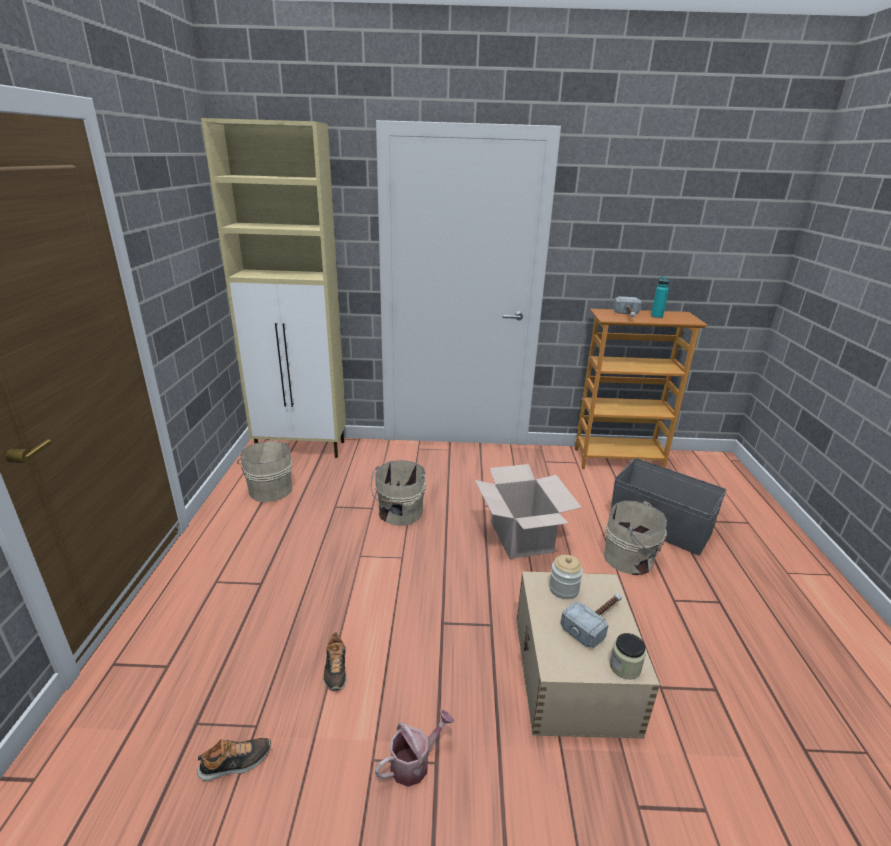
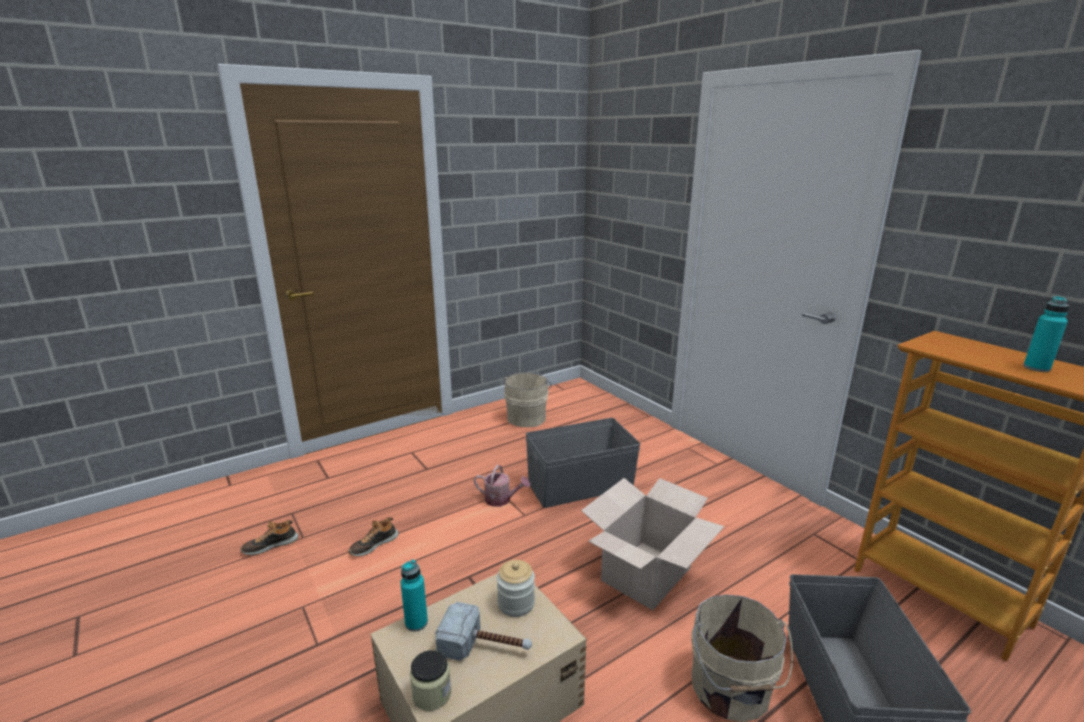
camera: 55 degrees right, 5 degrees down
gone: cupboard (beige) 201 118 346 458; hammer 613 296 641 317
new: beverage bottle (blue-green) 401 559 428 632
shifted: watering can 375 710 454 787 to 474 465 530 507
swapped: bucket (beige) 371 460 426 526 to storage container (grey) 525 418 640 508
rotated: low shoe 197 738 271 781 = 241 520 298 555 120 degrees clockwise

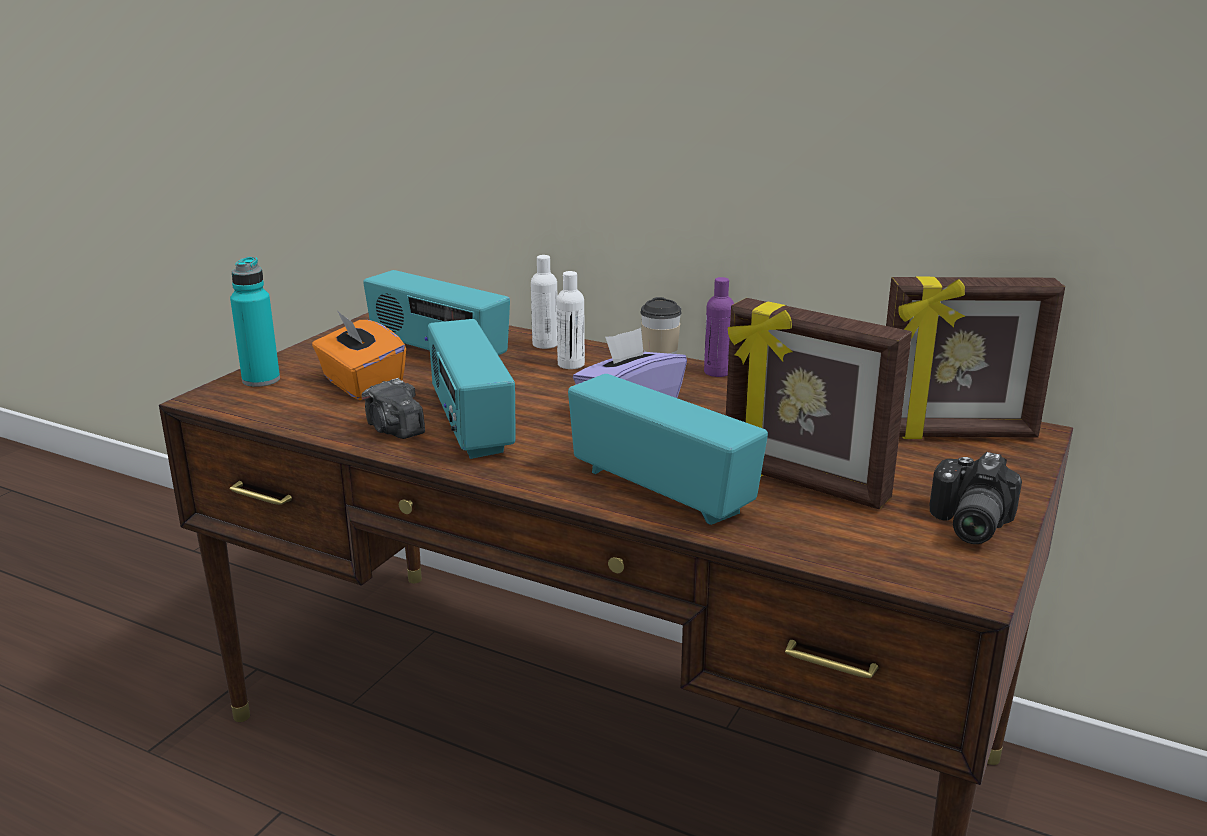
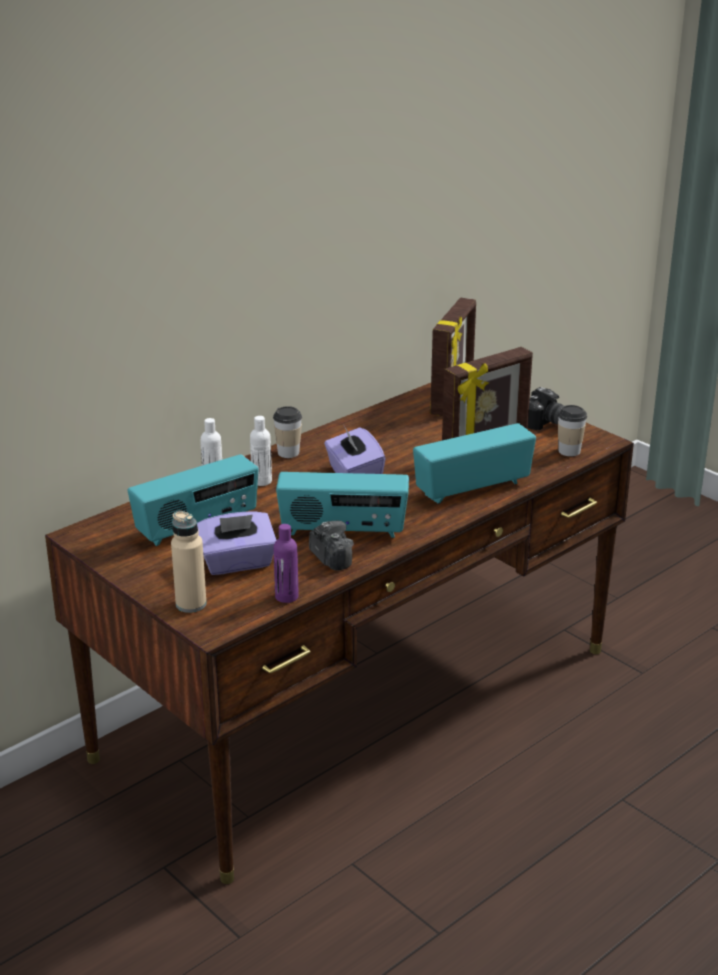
camera: 70 degrees left, 5 degrees up
new: drinking cup 558 405 587 457
shifted: beverage bottle (purplish) 704 277 734 377 to 274 524 299 603
repainted: beverage bottle (blue-green) 230 257 280 387 to beverage bottle (beige) 171 511 207 613; tissue holder (orange-coloured) 312 310 406 400 to tissue holder (purplish) 197 511 276 575
rotated: photo camera 362 378 425 439 = 309 521 354 571 105 degrees counterclockwise

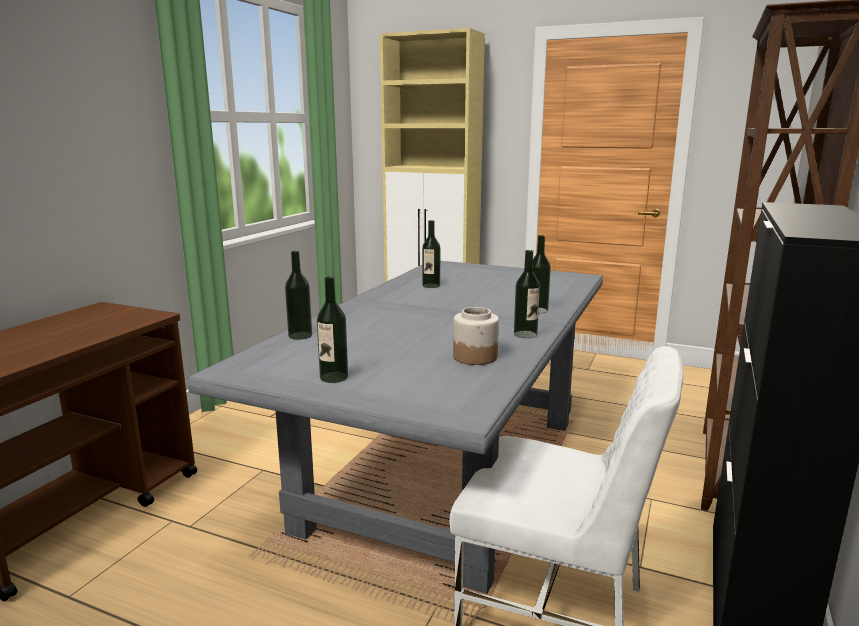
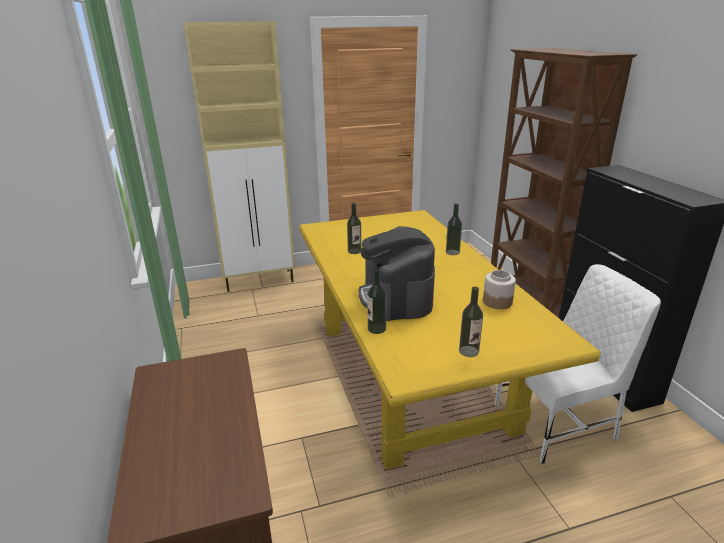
camera: 40 degrees left, 10 degrees up
gone: beverage bottle 514 250 540 338
new: coffee machine 358 226 435 321
repainted: dining table (grey) 187 261 603 594 to dining table (yellow) 299 210 601 469

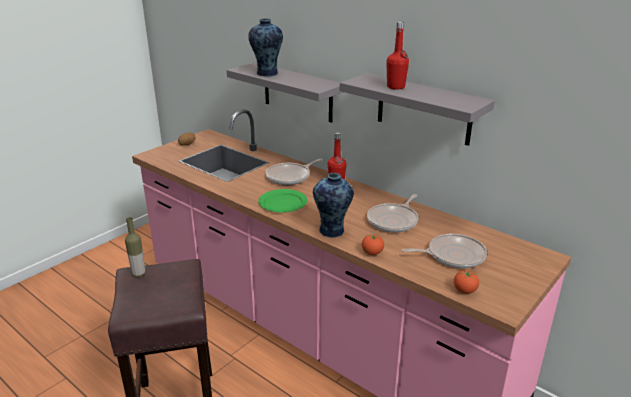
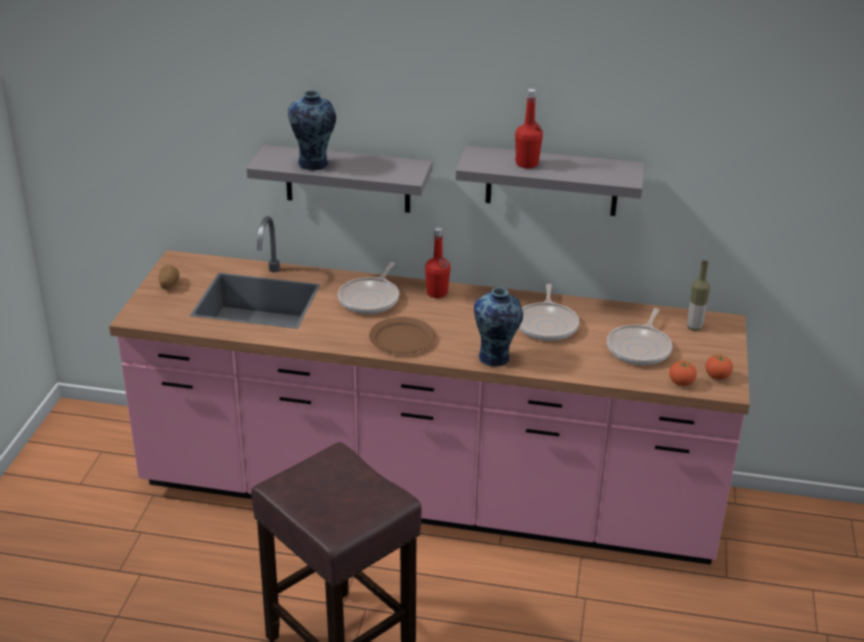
camera: 30 degrees left, 5 degrees up
shifted: beverage bottle 125 217 146 277 to 687 261 710 331; whole tomato 362 234 384 255 to 705 355 733 380
repainted: flat dish (greenish) 258 189 308 213 to flat dish (brownish) 369 317 435 354
rotated: frying pan 402 234 487 268 = 607 308 672 365 150 degrees clockwise

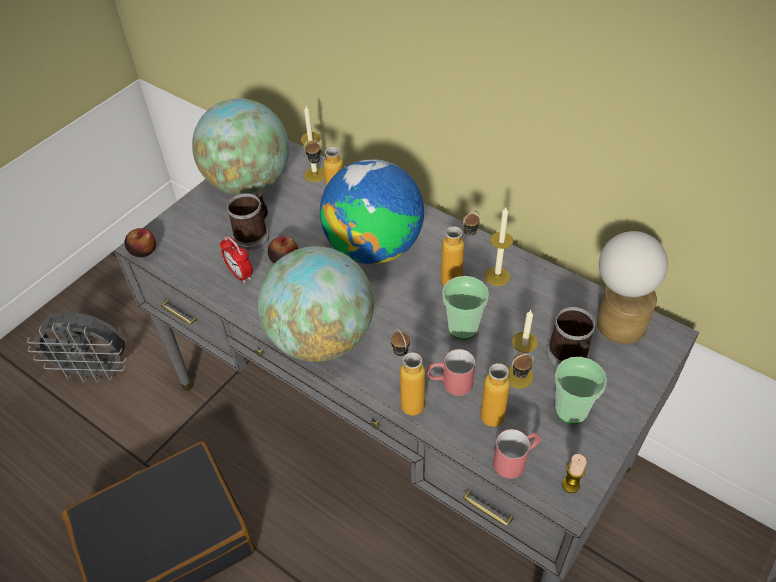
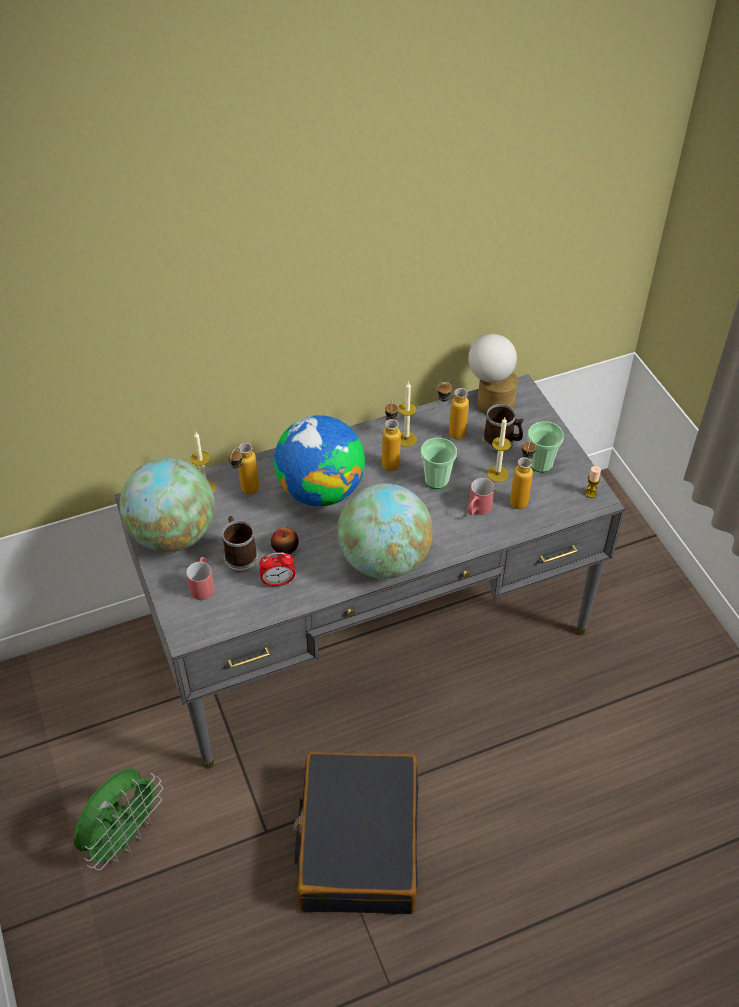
camera: 60 degrees left, 0 degrees up
gone: whole apple 125 228 156 257
shifted: beverage bottle 391 328 425 416 to 437 382 469 439; tea mug (reddish) 493 429 541 479 to 186 557 215 600
repainted: electric fan (grey) 27 312 127 383 to electric fan (greenish) 74 768 163 871

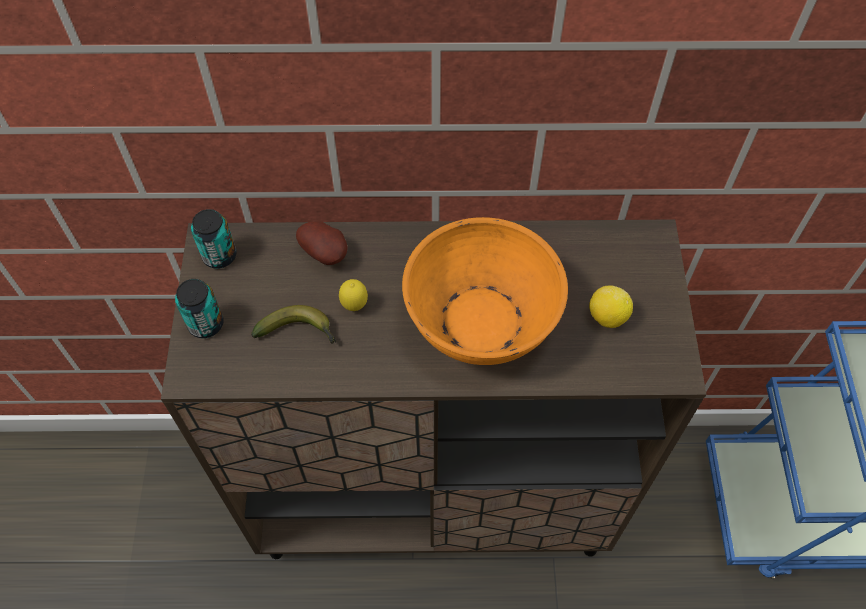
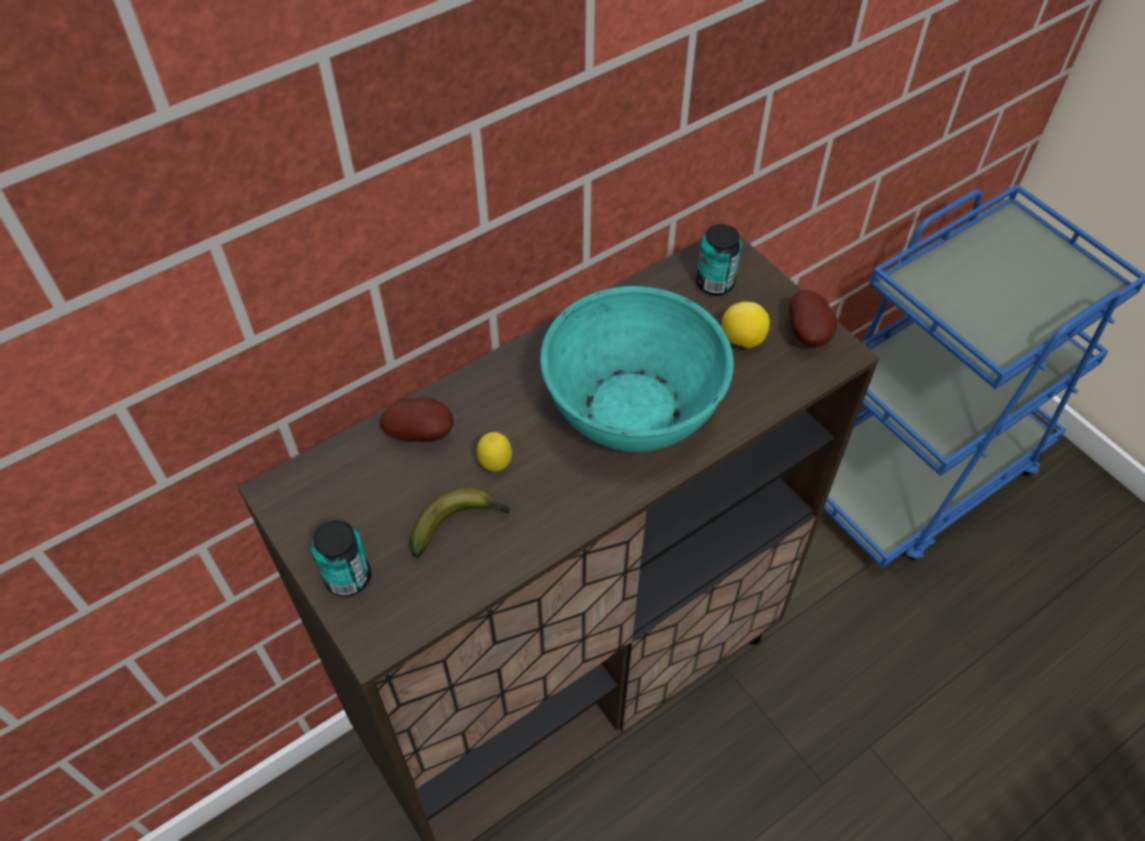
camera: 35 degrees left, 5 degrees down
new: potato 789 290 837 347
shifted: sealed can 191 209 237 269 to 696 224 742 296
repainted: serving bowl (orange-coloured) 402 217 568 365 to serving bowl (blue-green) 540 286 734 452

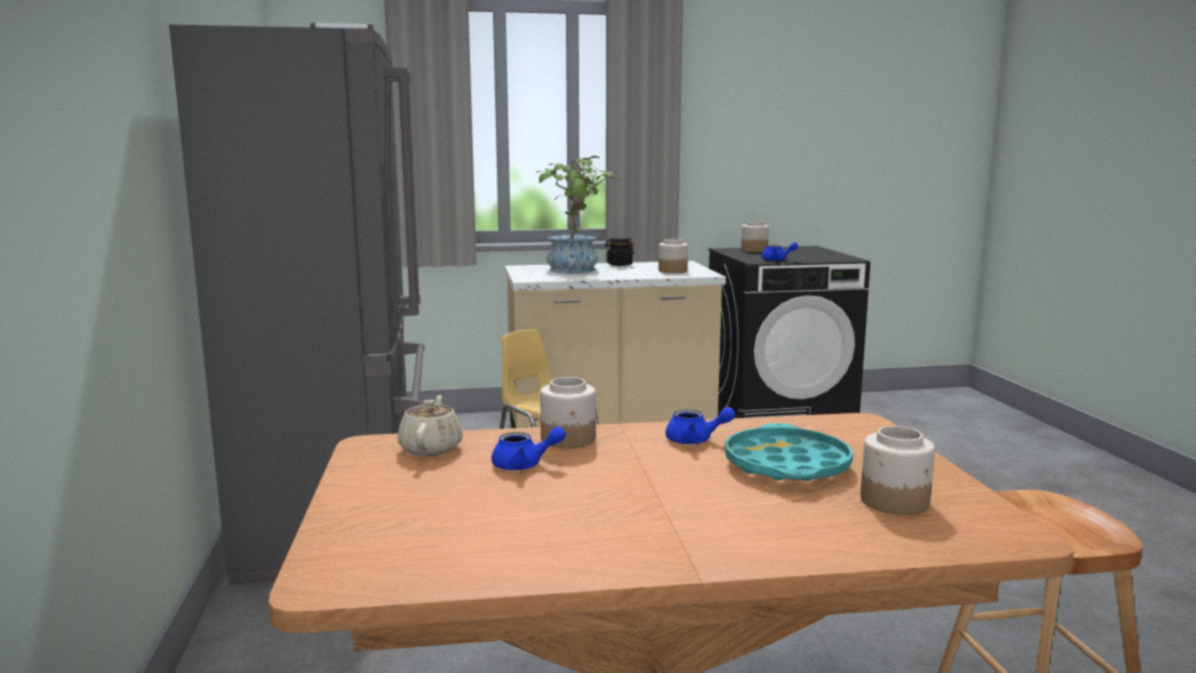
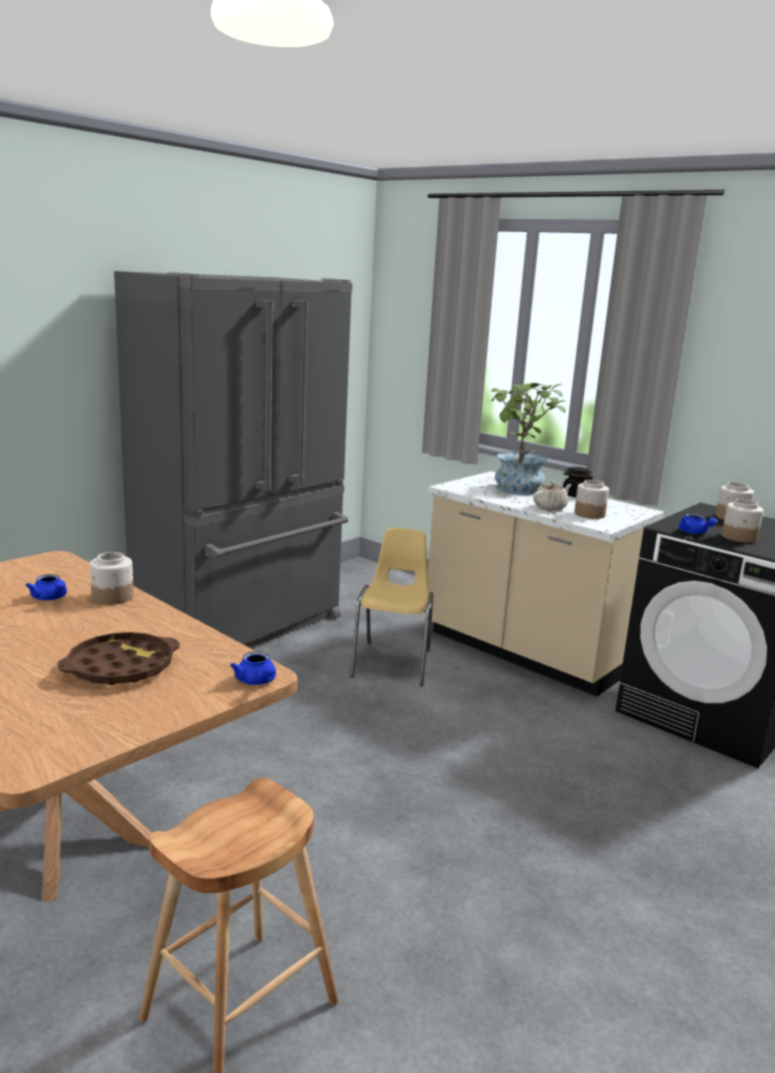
camera: 50 degrees right, 5 degrees up
shifted: pot for tea (beige) 397 395 463 456 to 533 481 572 511; pot for tea (blue) 666 407 735 444 to 230 651 276 685; preserve jar 860 426 935 515 to 722 499 764 543
repainted: tray (blue-green) 725 423 853 481 to tray (brownish) 58 632 180 685

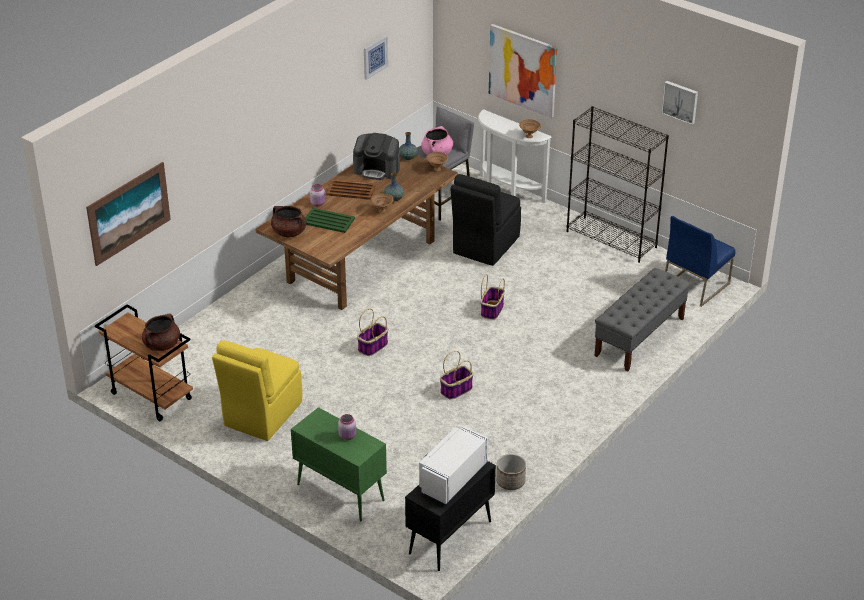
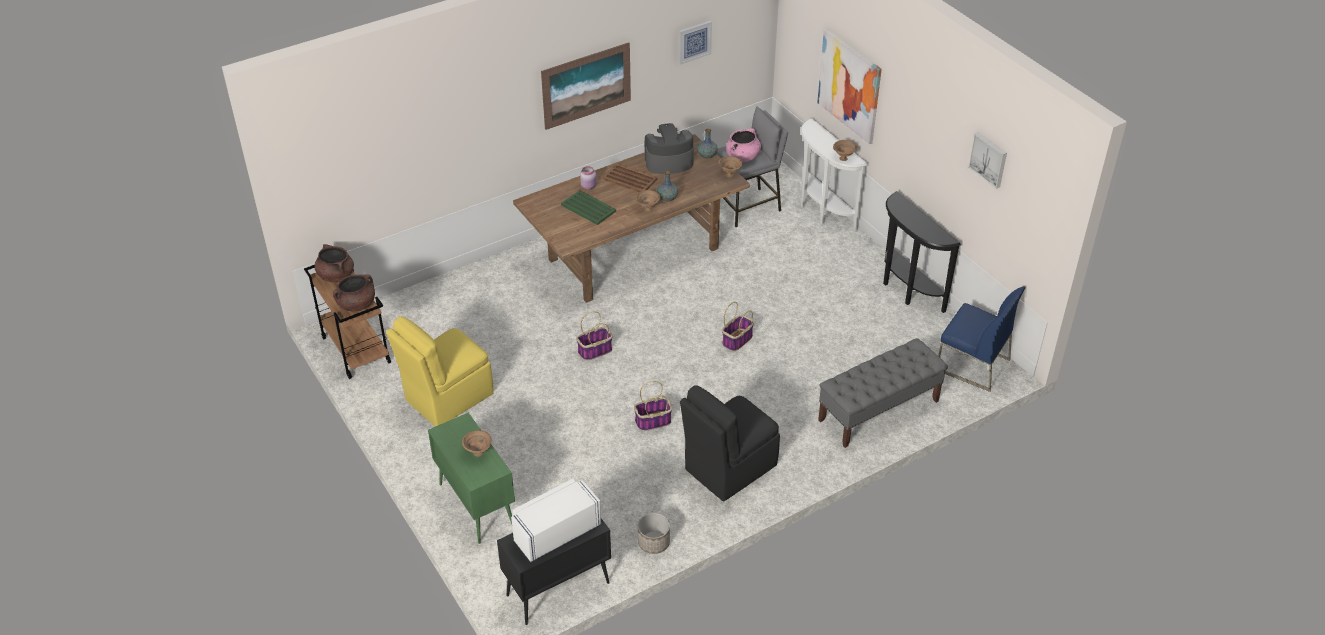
camera: 20 degrees right, 5 degrees up
shifted: picture 86 162 171 266 to 541 42 631 130; saucepot (brownish) 271 206 306 237 to 314 244 354 282; chair (black) 450 174 521 266 to 680 385 780 501
swapped: preserve jar (pink) 338 414 356 440 to serving bowl (brownish) 462 430 492 457; shelving unit (black) 567 106 669 263 to narrow table (black) 883 191 961 313
rotated: coffee machine 353 133 400 180 = 644 123 694 174 135 degrees clockwise; chair (blue) 665 216 735 307 = 938 287 1025 392 120 degrees counterclockwise

